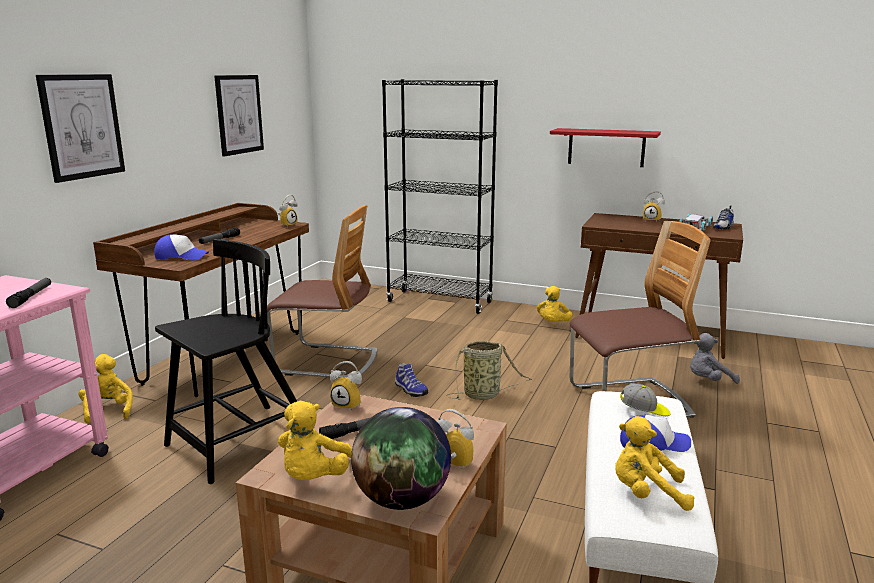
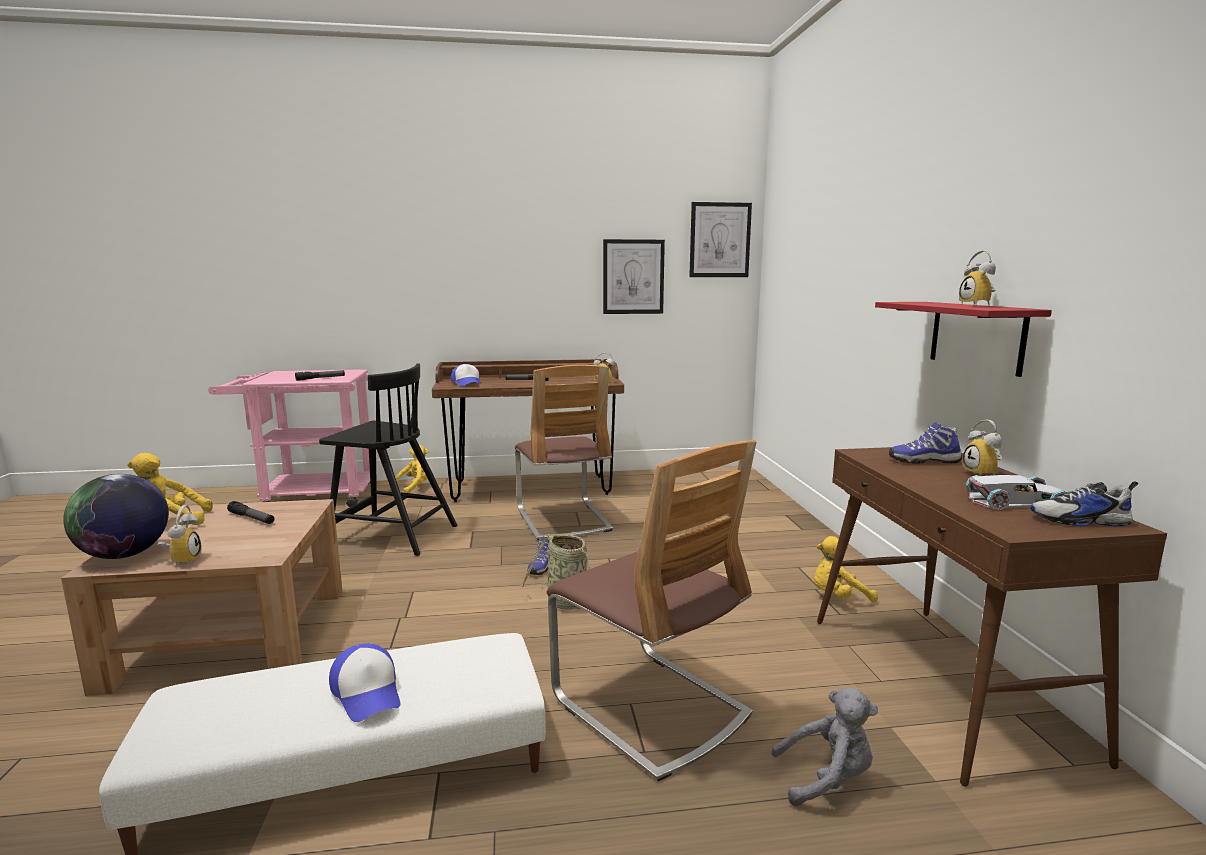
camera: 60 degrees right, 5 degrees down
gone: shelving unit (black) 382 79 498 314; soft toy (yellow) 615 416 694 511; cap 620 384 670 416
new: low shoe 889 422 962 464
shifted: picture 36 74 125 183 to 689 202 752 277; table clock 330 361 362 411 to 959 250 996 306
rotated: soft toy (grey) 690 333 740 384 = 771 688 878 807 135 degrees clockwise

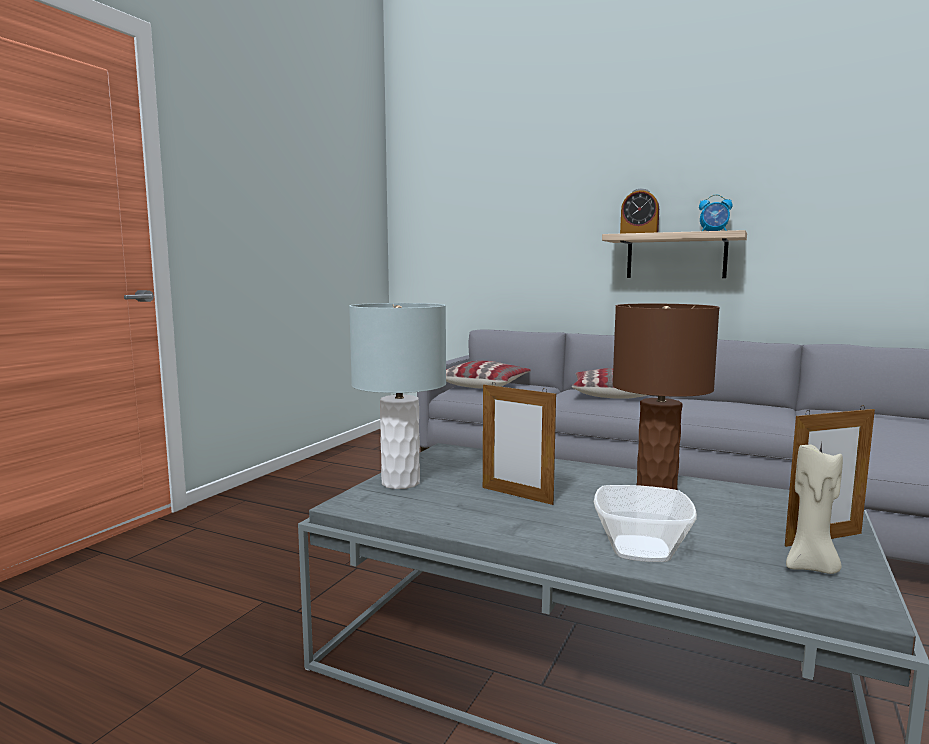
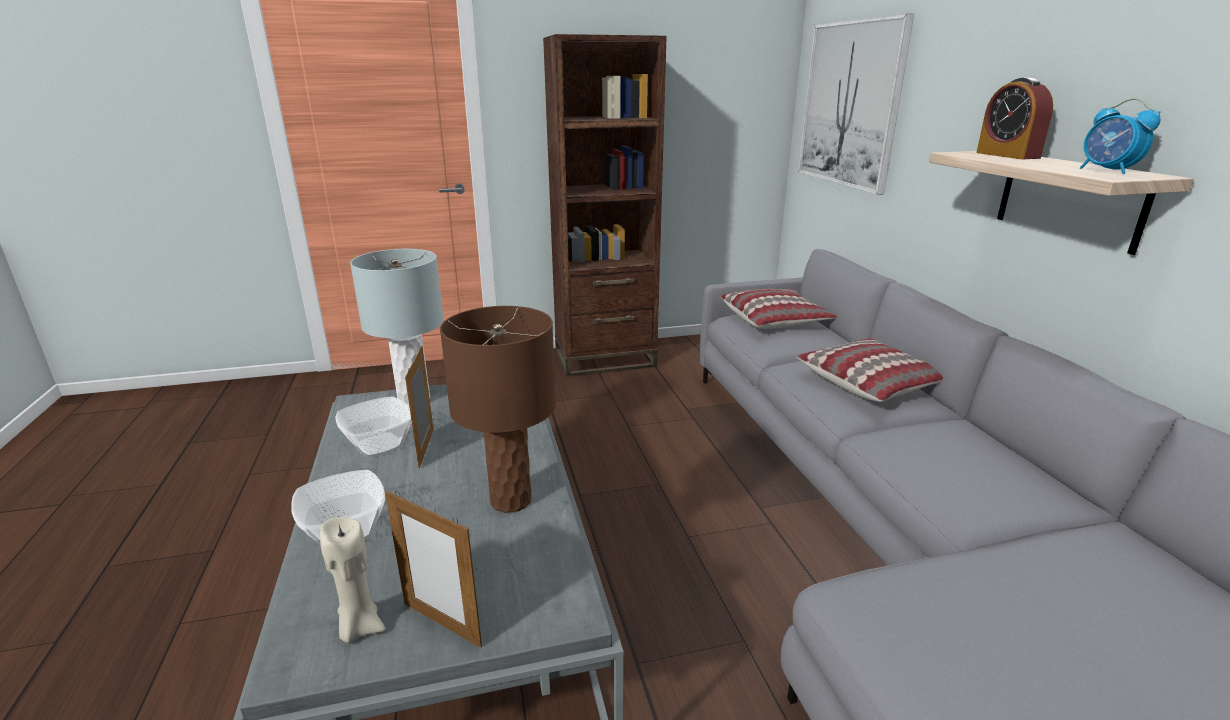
camera: 50 degrees right, 15 degrees up
new: serving bowl 335 397 412 458; shelving unit (brownish) 543 34 667 377; picture 798 14 914 195

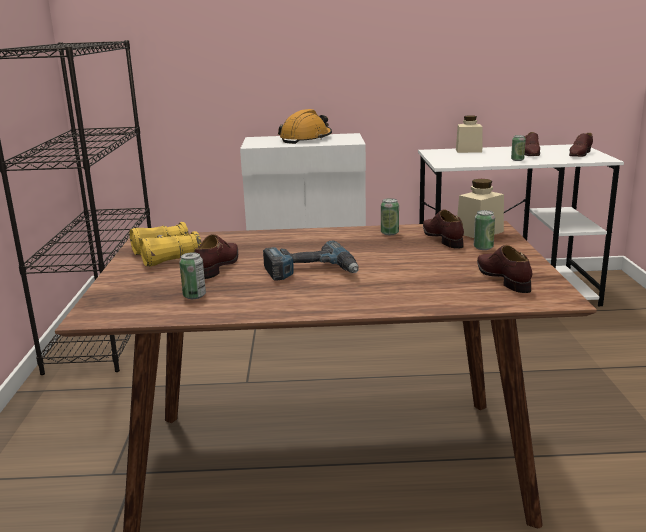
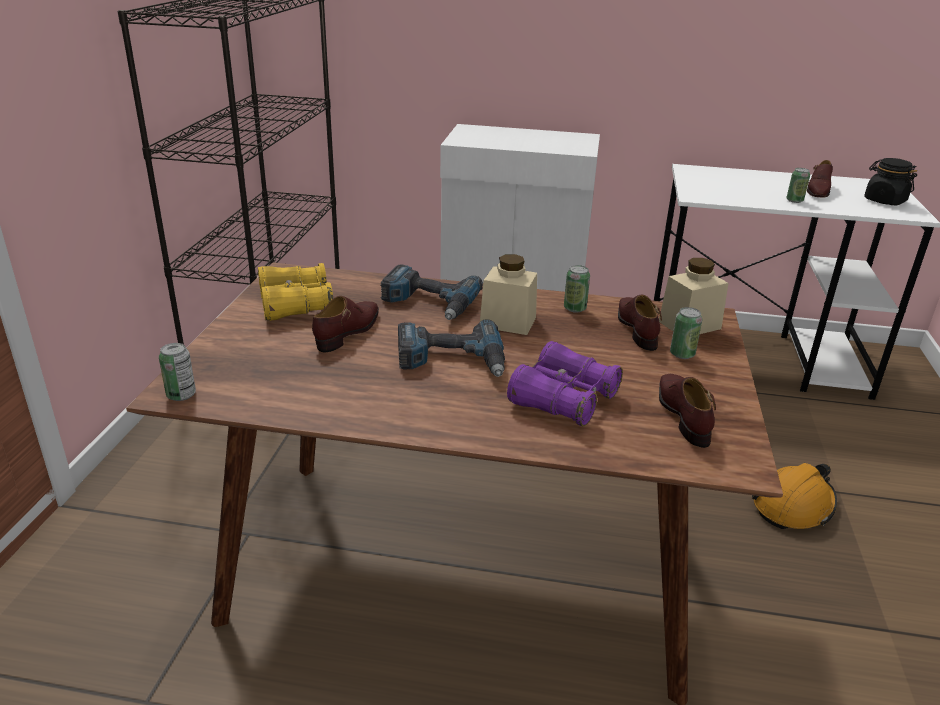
camera: 10 degrees right, 10 degrees up
new: electric drill 380 265 483 320; field glasses (purplish) 507 341 623 426
shifted: sealed can 179 252 206 299 to 159 343 196 401; safety helmet (orange-coloured) 278 109 332 144 to 752 463 837 529; preserve jar (beige) 456 115 483 153 to 480 254 537 335
swapped: low shoe (brownish) 569 133 593 157 to preserve jar (black) 864 158 917 205

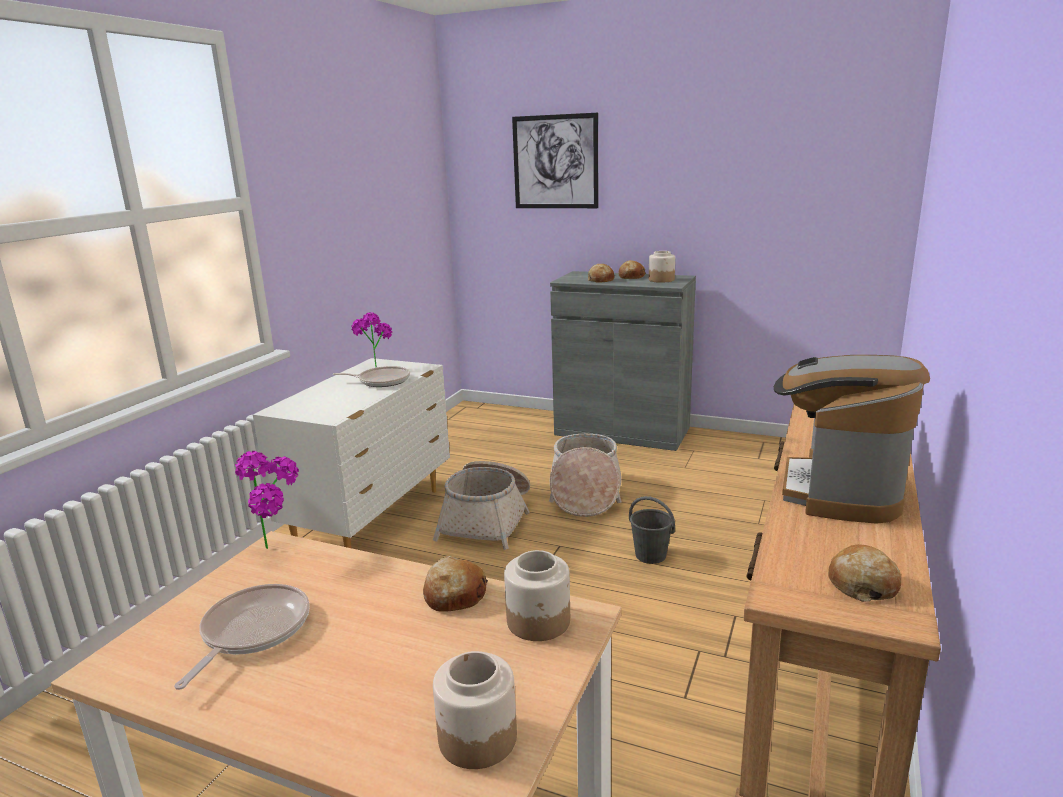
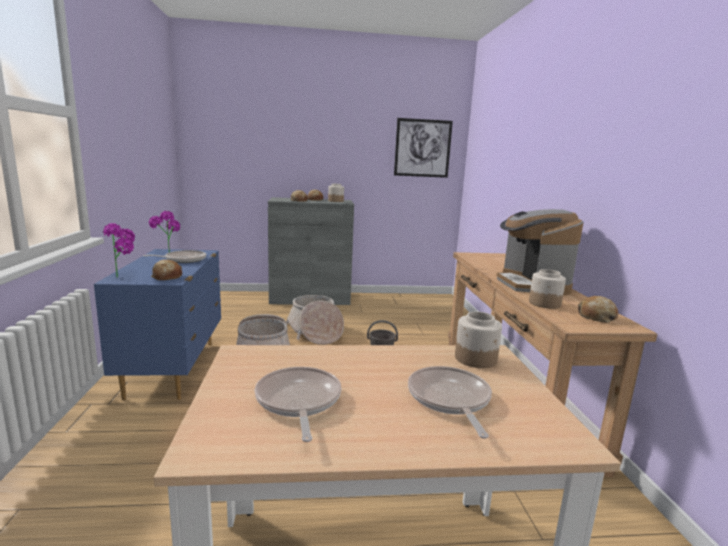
camera: 30 degrees left, 5 degrees down
new: frying pan 408 366 492 439
shifted: plant in a pot 235 451 299 549 to 103 223 135 277; bakery bread 423 556 488 611 to 151 260 182 280; preserve jar 433 651 517 769 to 529 269 566 309; picture 512 113 599 208 to 394 118 453 178
repainted: dresser (whitish) 253 358 450 548 to dresser (blue) 94 249 221 400

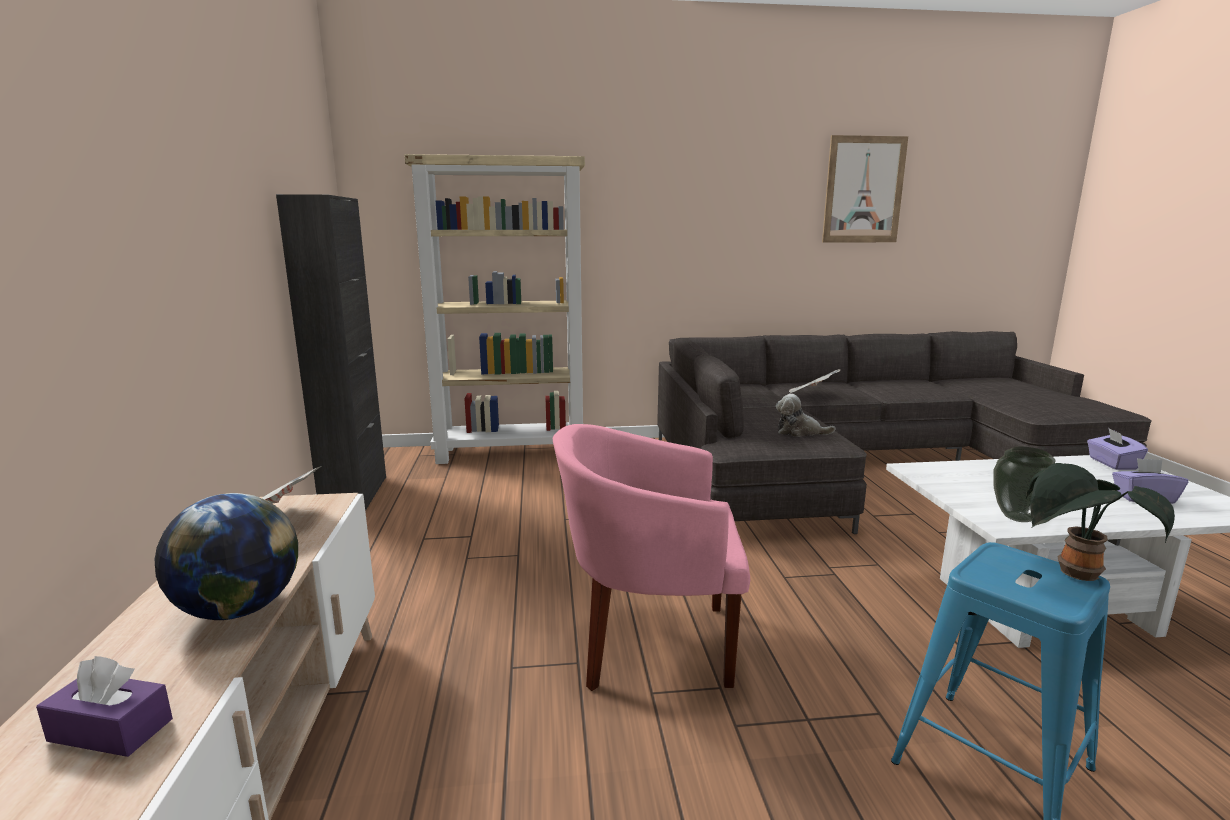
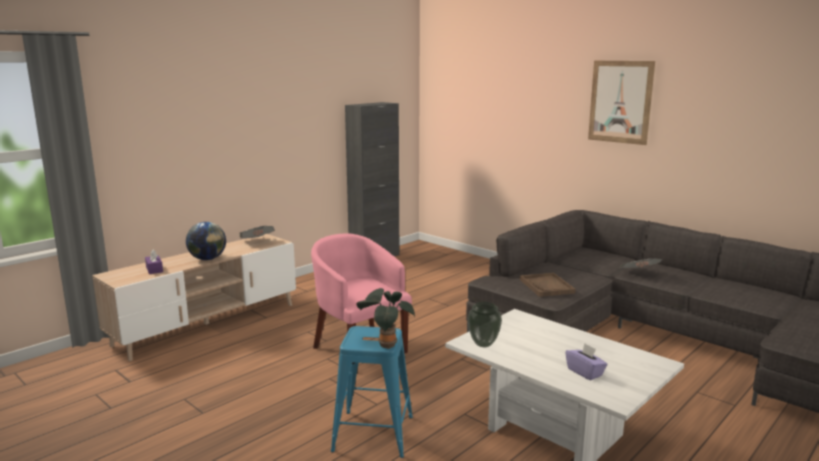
camera: 50 degrees right, 0 degrees up
gone: shelving unit (beige) 404 154 585 464; tissue holder (purplish) 1087 428 1148 470
shifted: picture 822 135 908 243 to 588 61 655 145
swapped: soft toy 776 394 836 437 to tray (brownish) 520 273 576 297

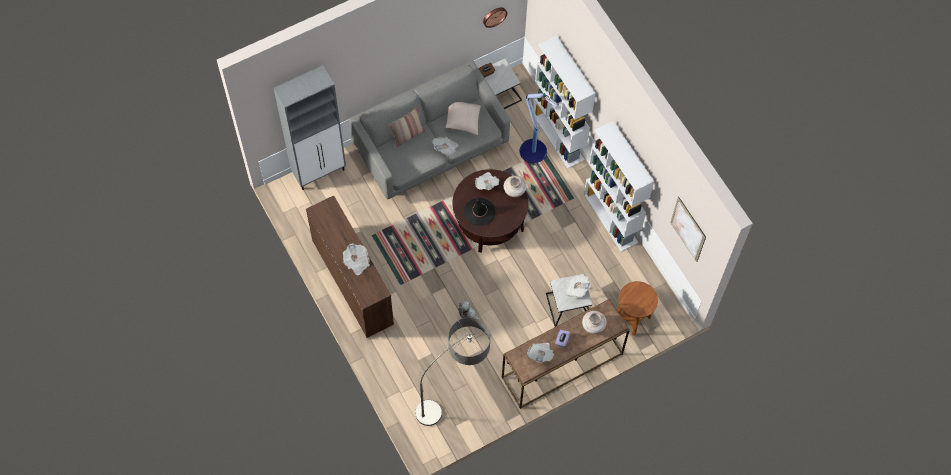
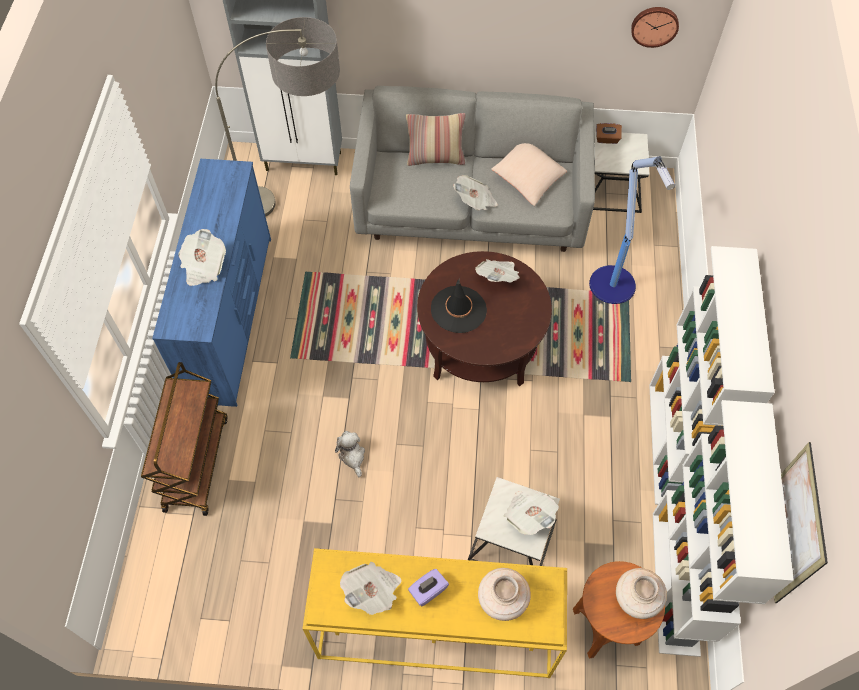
camera: 35 degrees right, 5 degrees down
new: trolley (brownish) 141 362 227 516
shifted: standard lamp 415 317 491 426 to 215 17 340 217; flower vase (beige) 504 176 527 197 to 616 568 667 619; shelving unit (whitish) 533 36 596 169 to 653 400 794 657
repainted: dresser (brownish) 306 196 394 338 to dresser (blue) 152 159 271 407; narrow table (brownish) 502 299 630 409 to narrow table (yellow) 302 548 567 678

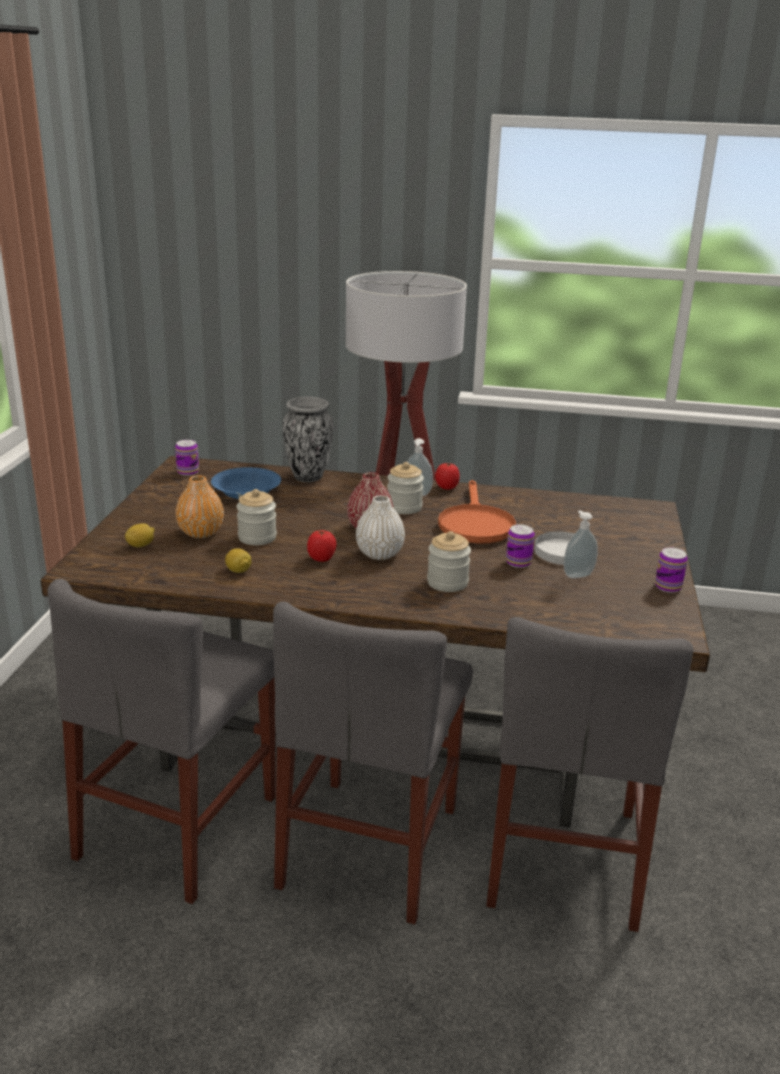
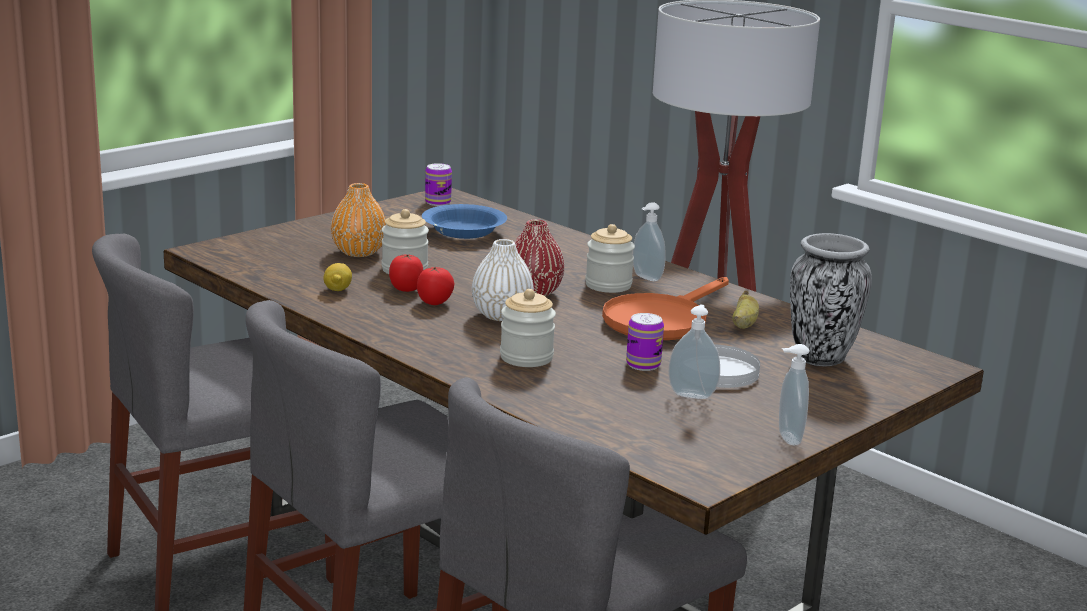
camera: 35 degrees right, 5 degrees down
gone: lemon 125 523 155 547
new: banana 732 290 759 329
shifted: flower vase 283 397 333 482 to 790 233 872 366; whole tomato 435 463 460 490 to 389 254 423 292
swapped: sealed can 655 547 688 593 to liquid soap bottle 779 344 809 445

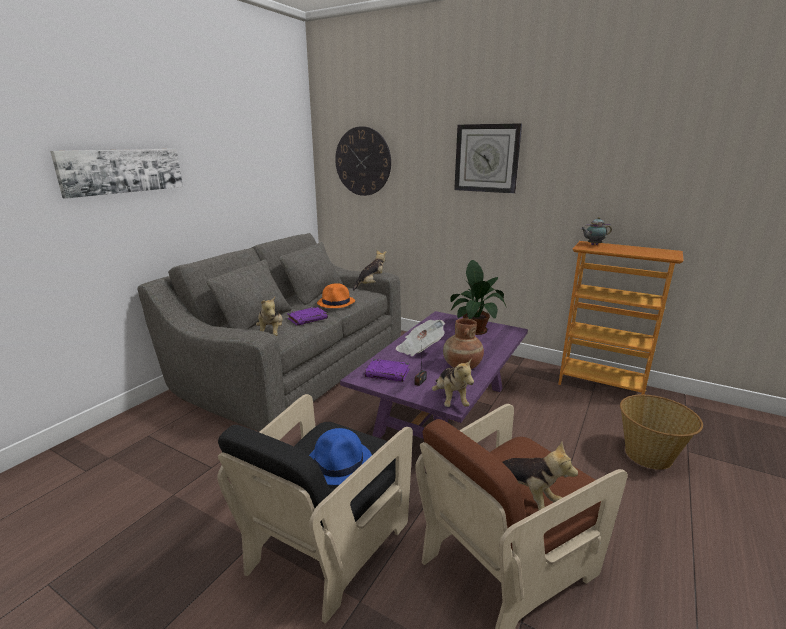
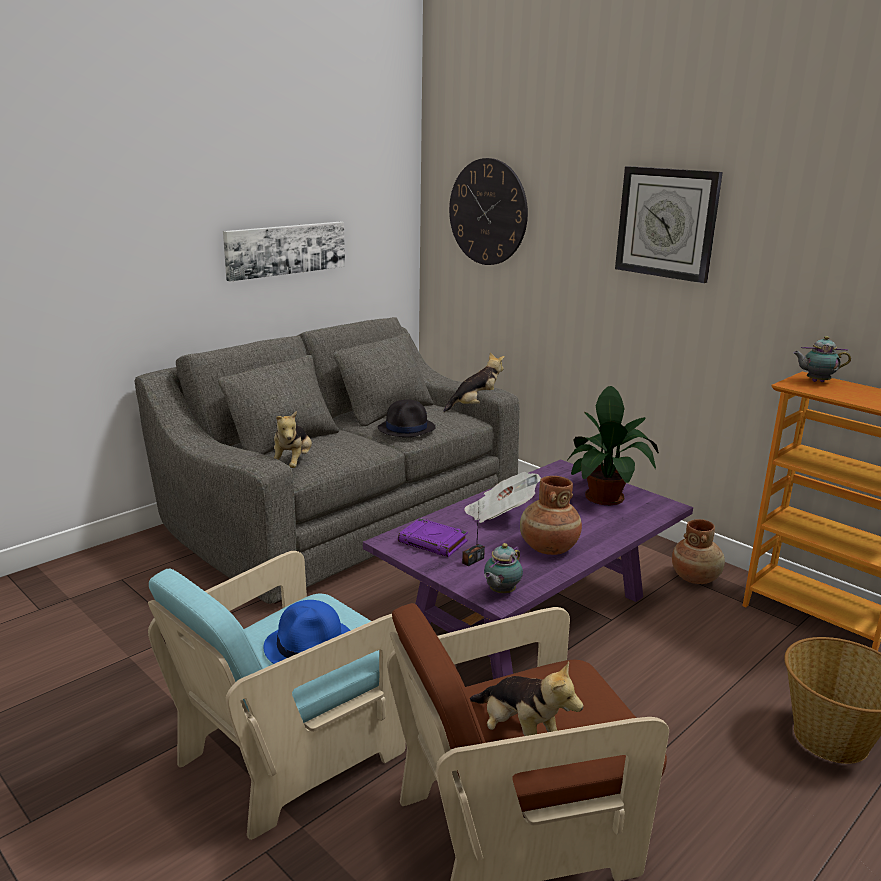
camera: 15 degrees right, 0 degrees up
gone: book (purplish) 287 307 328 326
new: flower vase (brownish) 672 519 725 584
shifted: picture 50 149 183 199 to 223 222 345 282
swapped: soft toy 432 358 474 407 to pot for tea 484 543 523 594
repainted: lounge chair (black) 217 394 413 623 to lounge chair (blue-green) 148 551 406 840; clothing hat (orange-coloured) 317 283 355 308 to clothing hat (black) 378 399 435 437

